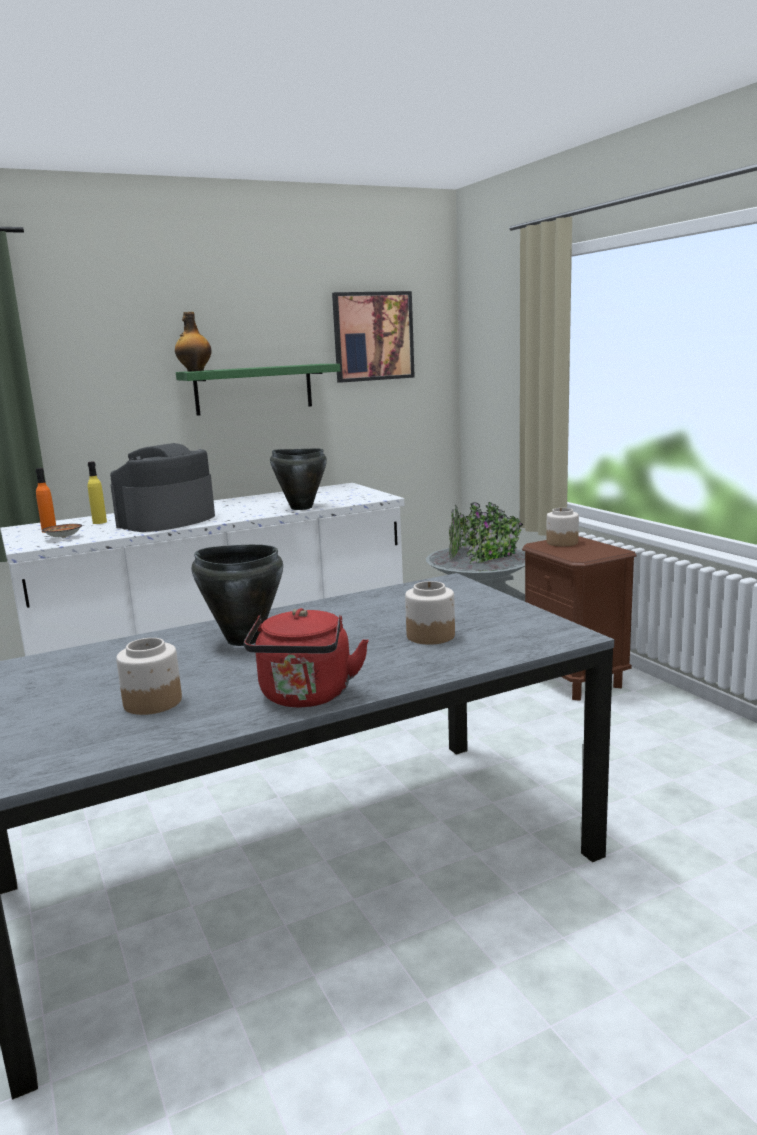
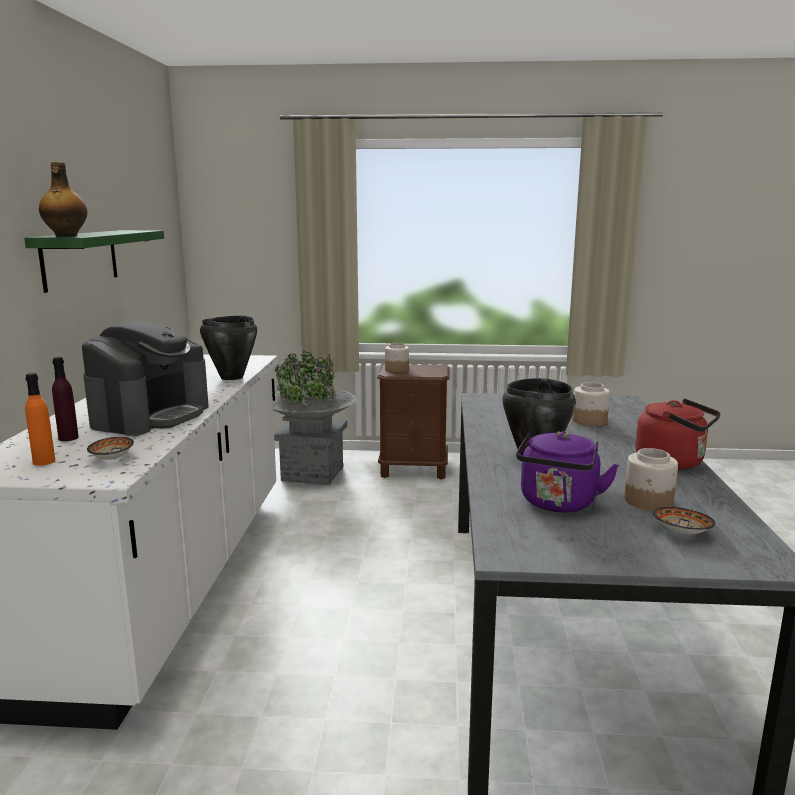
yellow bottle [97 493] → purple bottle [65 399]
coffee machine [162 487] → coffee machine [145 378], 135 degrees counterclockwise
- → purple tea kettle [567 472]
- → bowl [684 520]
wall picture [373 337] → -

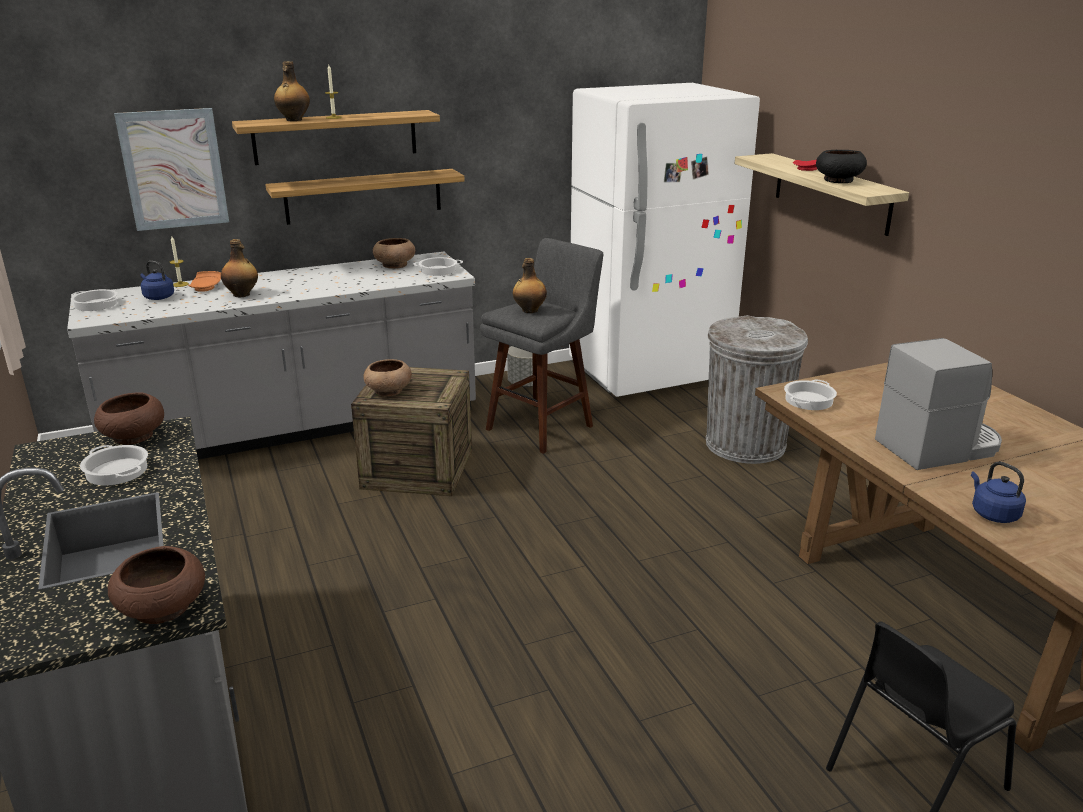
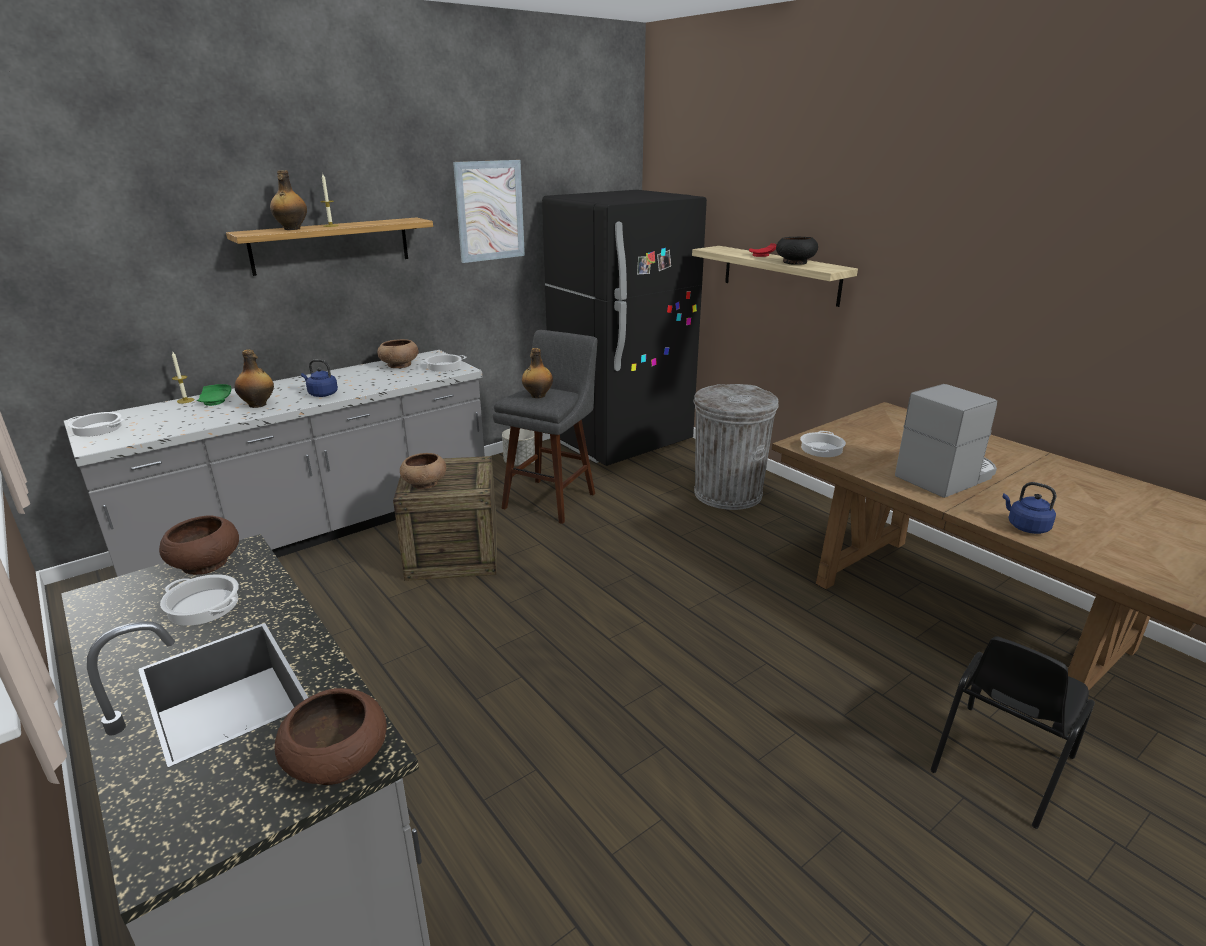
orangey plate [204 281] → green plate [214 395]
blue-coloured tea kettle [157 280] → blue-coloured tea kettle [319 378], relocated
wall picture [171 169] → wall picture [489 211], relocated
white refrigerator [664 240] → blackish refrigerator [624 328]
bracket shelf [365 197] → -

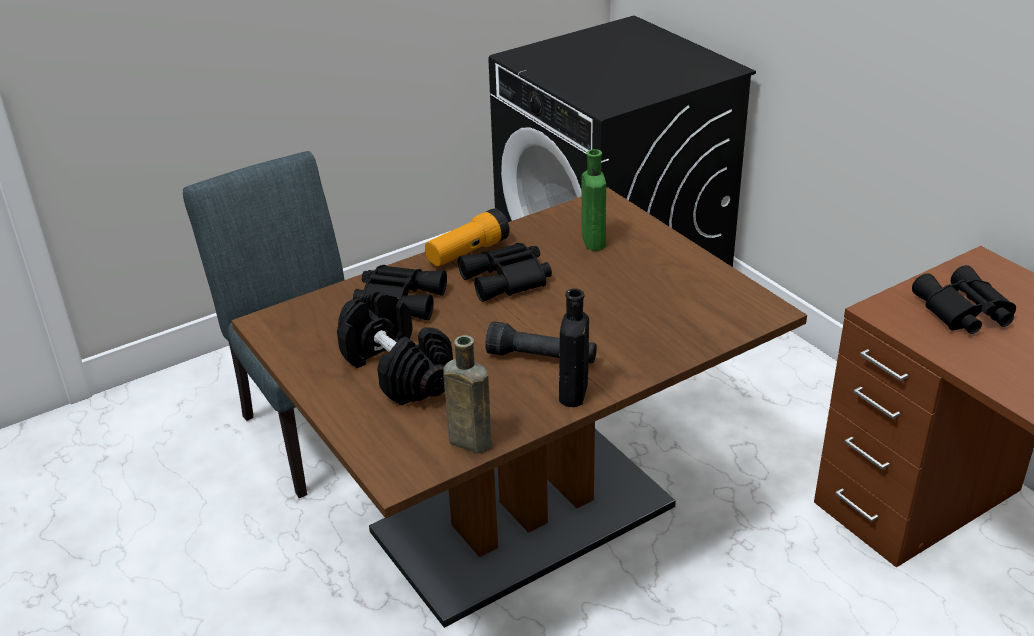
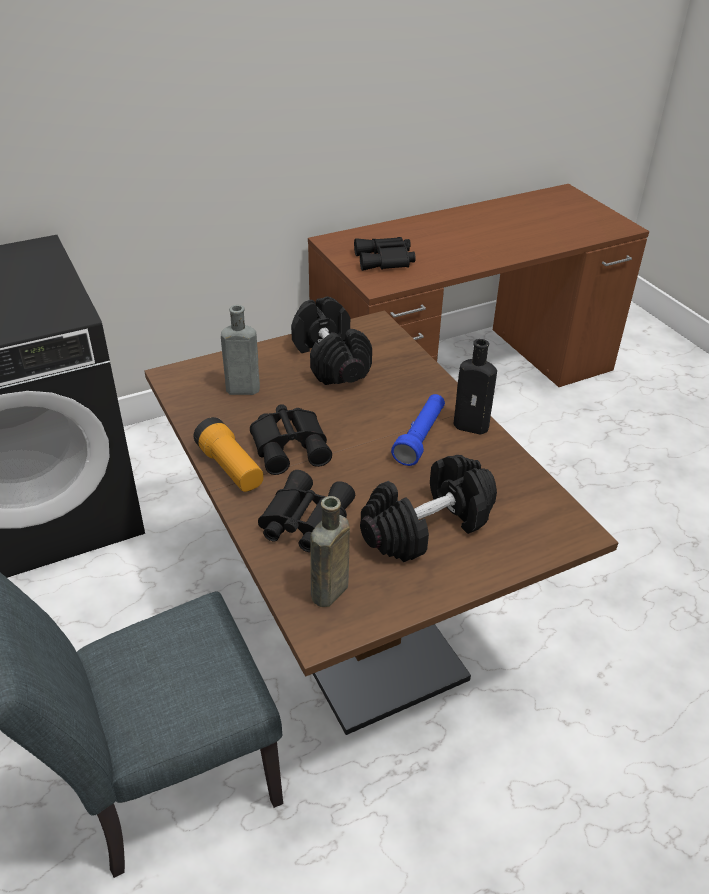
green bottle [593 200] → gray bottle [240 350]
- → blackish dumbbell [331 340]
brownish bottle [467 394] → brownish bottle [330 551], relocated
blackish torch [541 342] → blue-coloured torch [418 430]

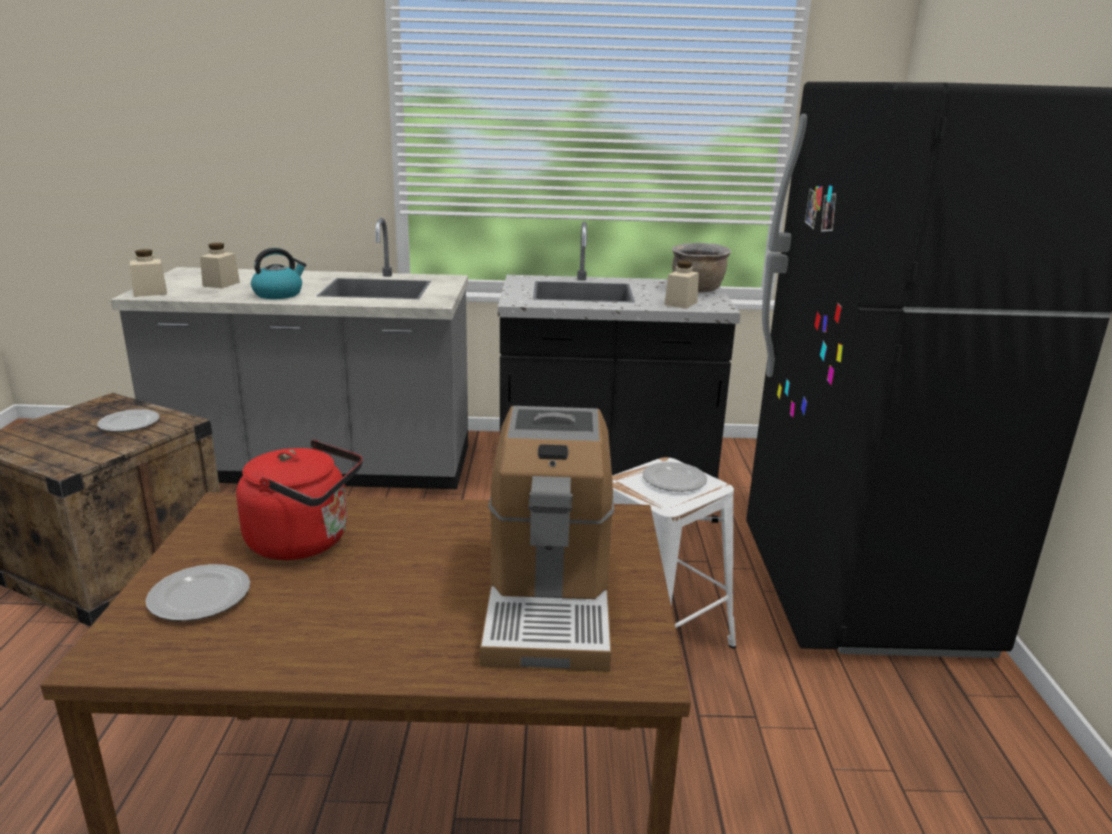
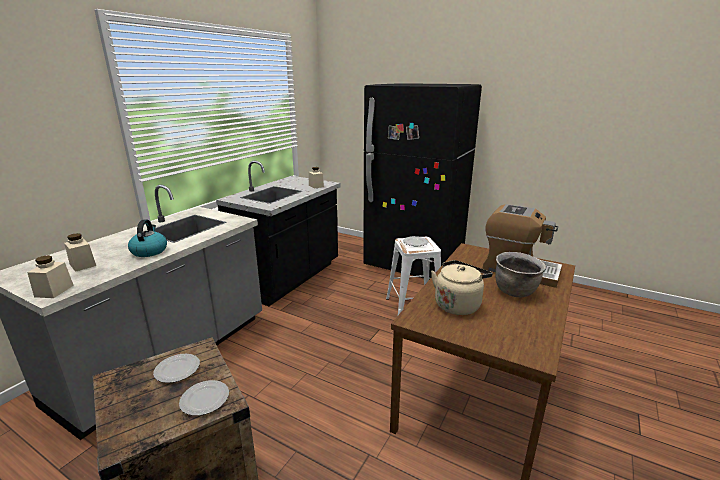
plate [198 592] → plate [204 398], relocated
reddish tea kettle [299 500] → beige-coloured tea kettle [462 287]
brownish stockpot [701 268] → brownish stockpot [520 274], relocated

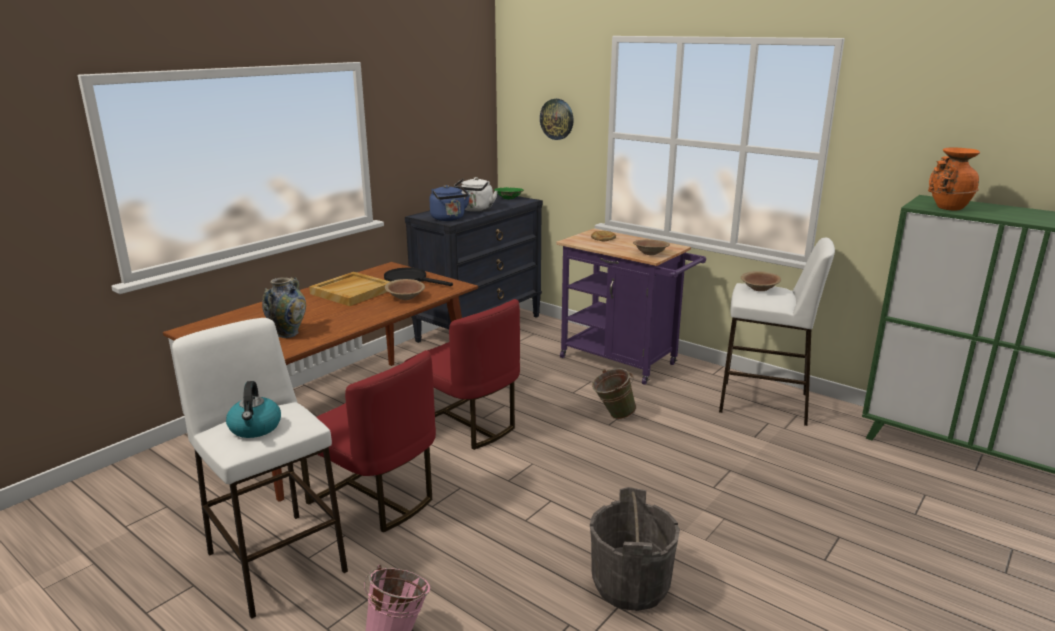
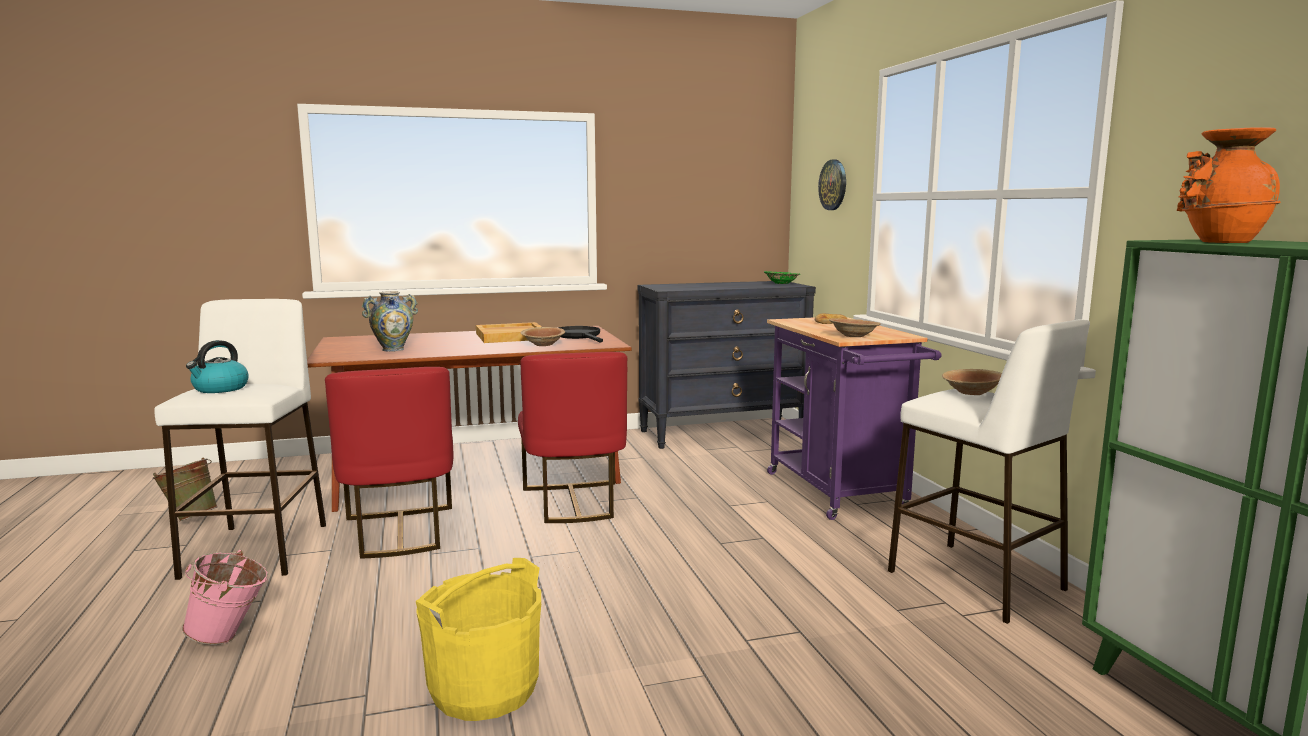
green water bucket [614 393] → green water bucket [185 489], relocated
gray water bucket [635 549] → yellow water bucket [478 639]
blue-coloured tea kettle [449 203] → -
white tea kettle [476 194] → -

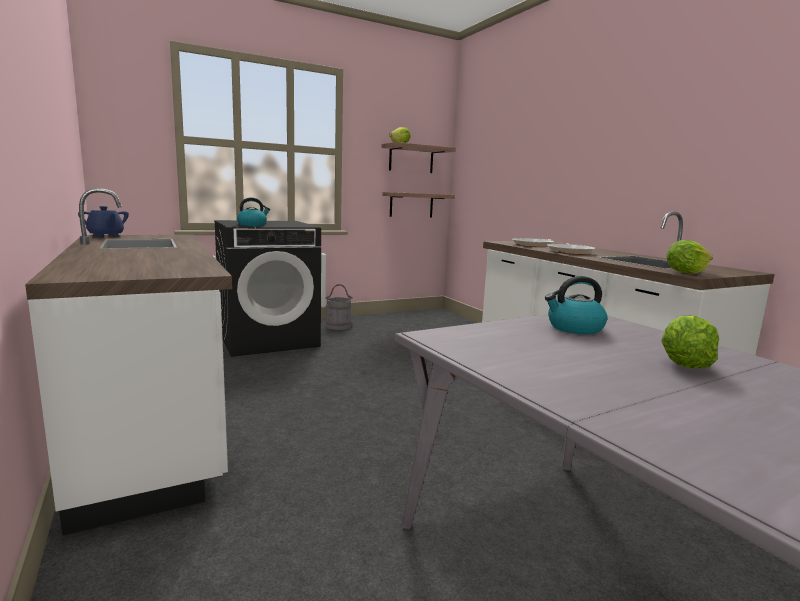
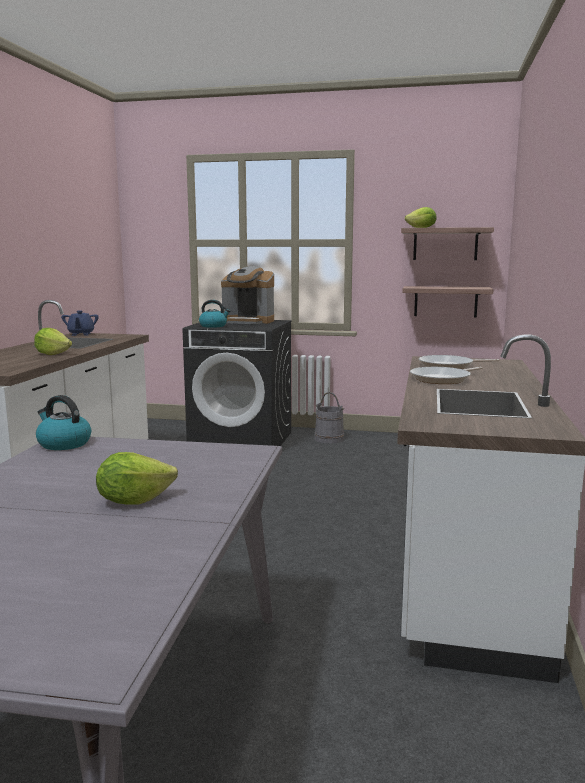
lettuce head [689 257] → lettuce head [53 341], relocated
tea kettle [576 305] → tea kettle [63 422], relocated
- → coffee machine [247 295]

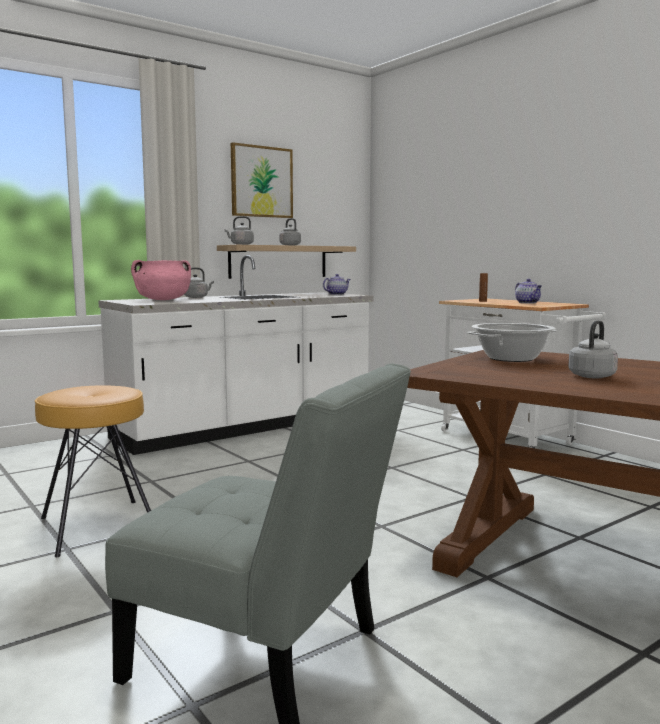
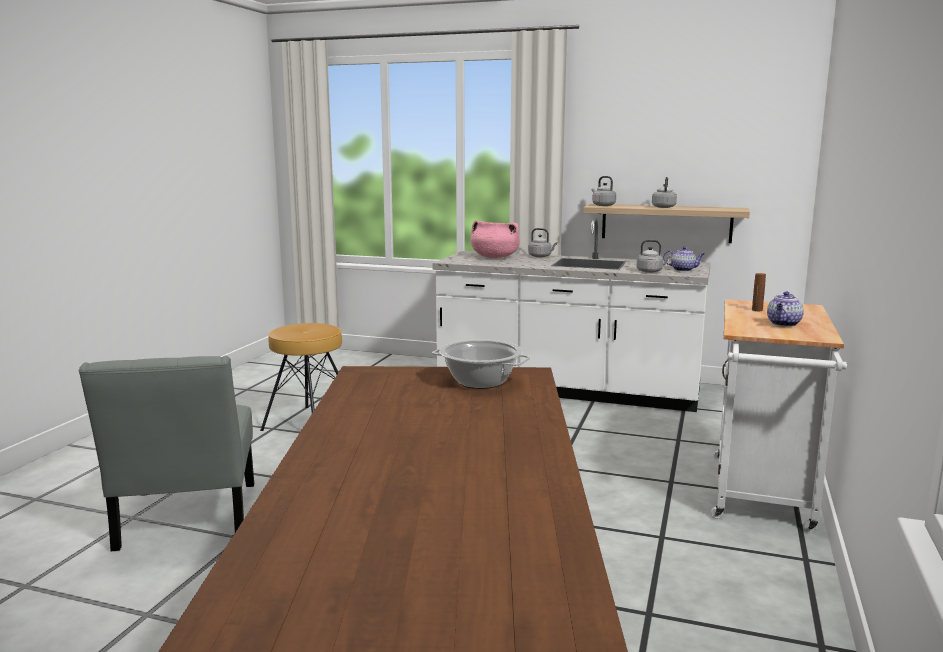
gray tea kettle [593 349] → gray tea kettle [654 256], relocated
wall picture [262 180] → -

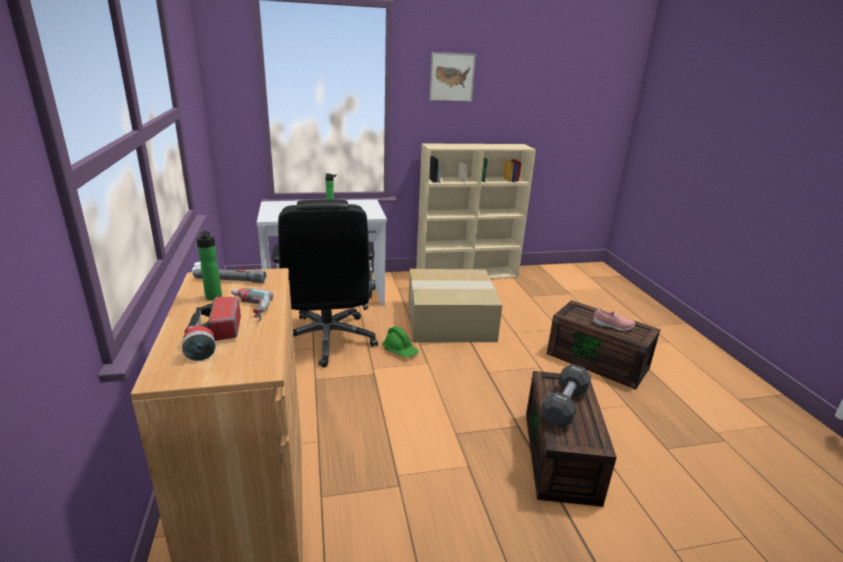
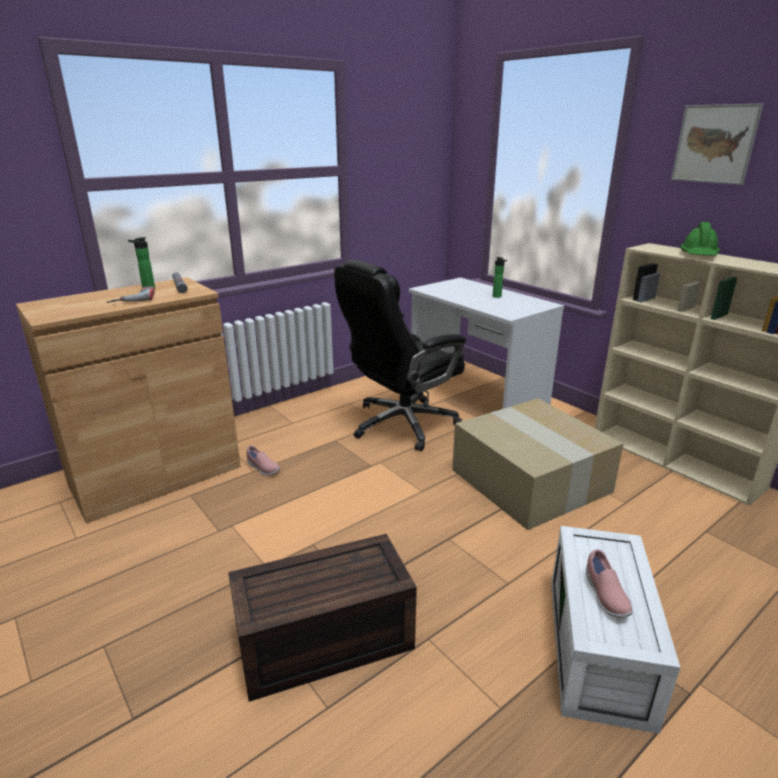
- → pink shoe [263 461]
brownish storage bin [604 344] → white storage bin [615 630]
green safety helmet [400 342] → green safety helmet [700 239], relocated
torch [211 329] → -
blackish dumbbell [566 396] → -

